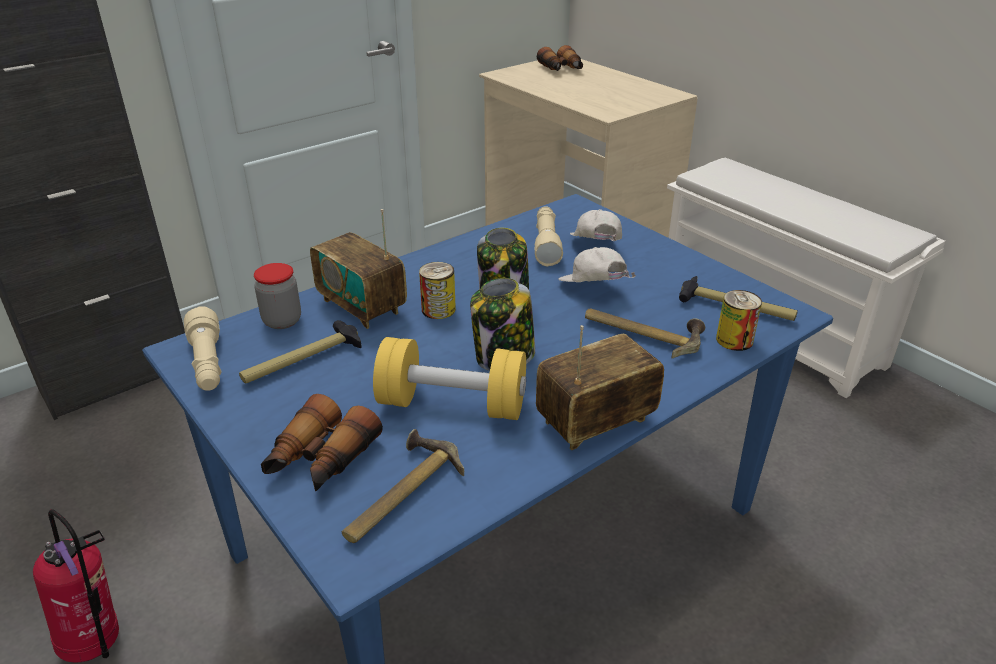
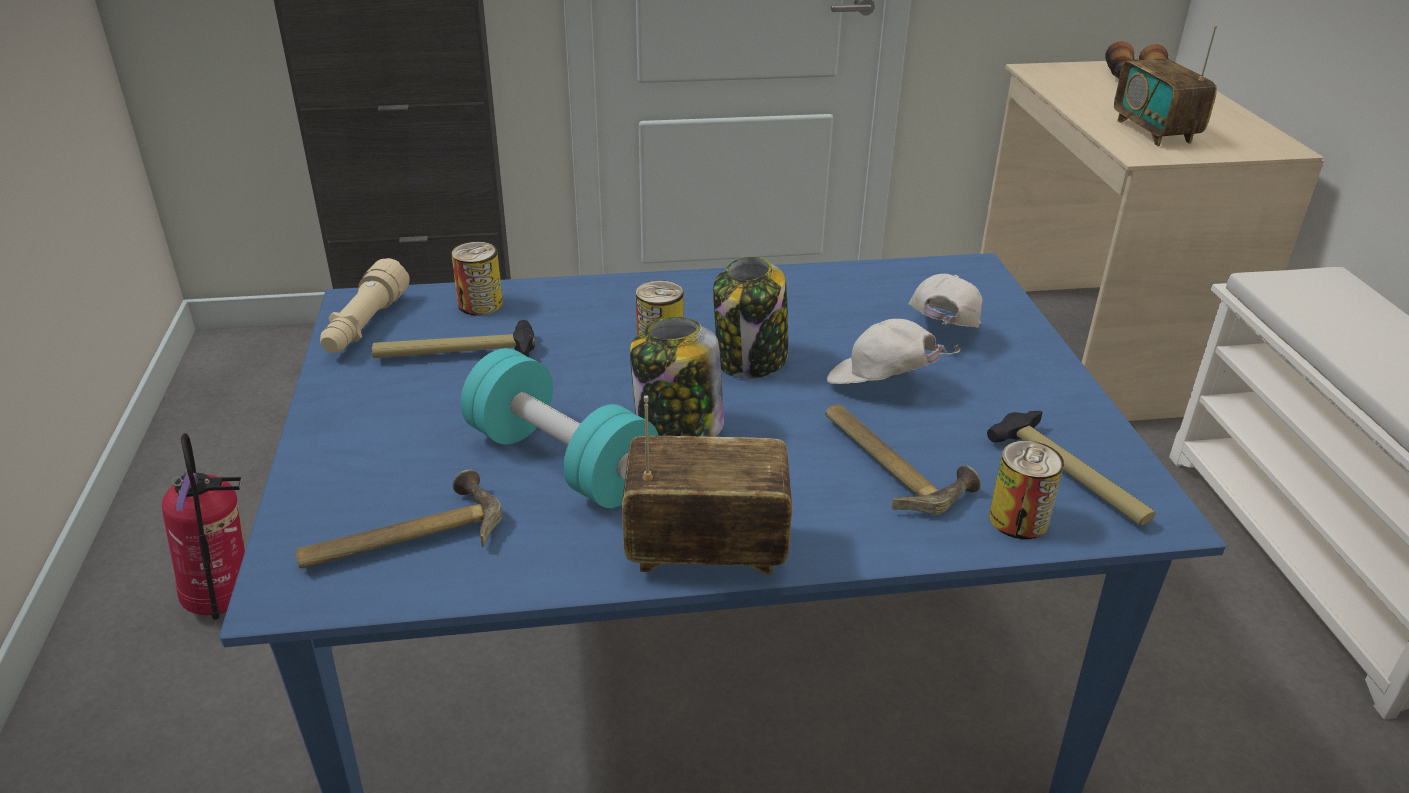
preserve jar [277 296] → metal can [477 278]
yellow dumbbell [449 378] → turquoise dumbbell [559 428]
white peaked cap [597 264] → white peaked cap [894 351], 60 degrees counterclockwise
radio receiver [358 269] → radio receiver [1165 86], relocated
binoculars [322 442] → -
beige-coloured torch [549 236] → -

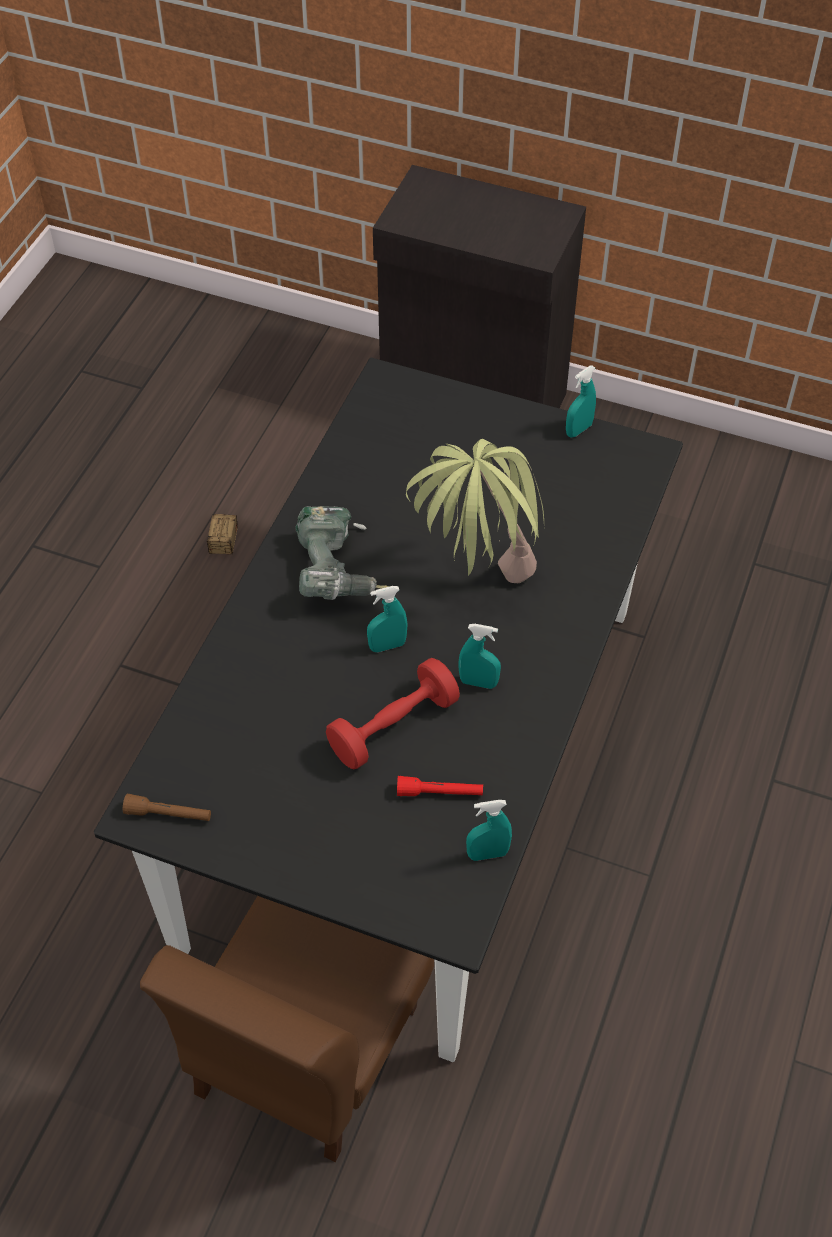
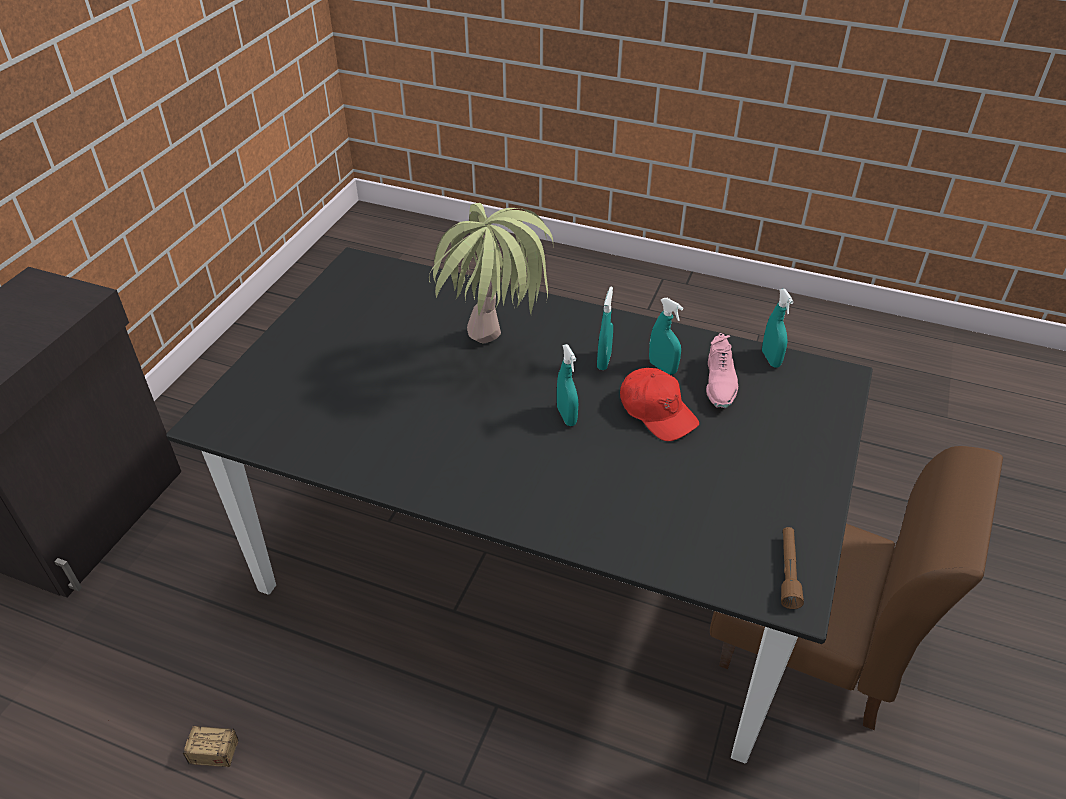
reddish dumbbell [393 713] → reddish peaked cap [659 404]
turquoise hand sprayer [581 401] → turquoise hand sprayer [666 336], relocated
reddish torch [440 786] → pink shoe [722 370]
electric drill [342 553] → -

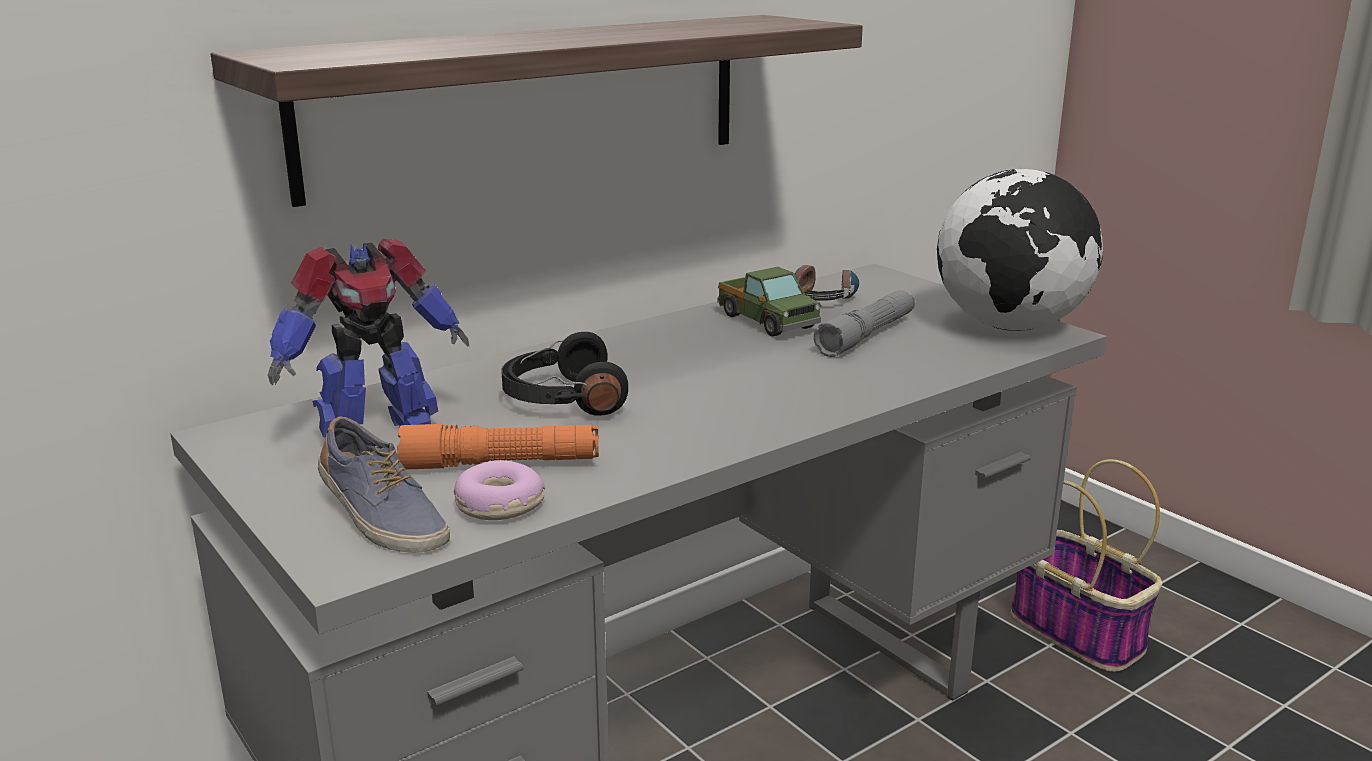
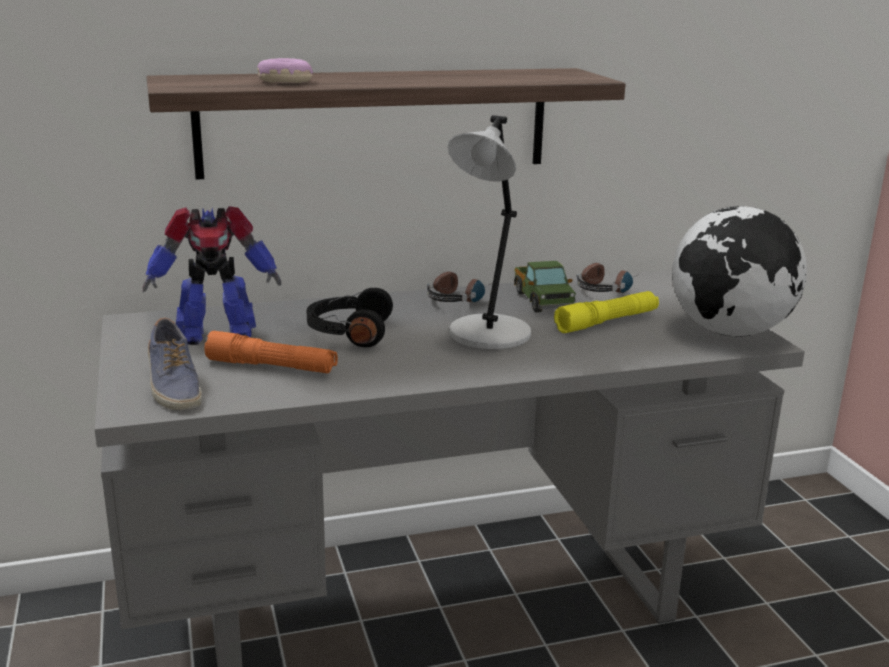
ring doughnut [499 490] → ring doughnut [285 70], relocated
- → pair of headphones [459 287]
- → gray table lamp [489 232]
gray torch [864 323] → yellow torch [606 312]
household basket [1086 565] → -

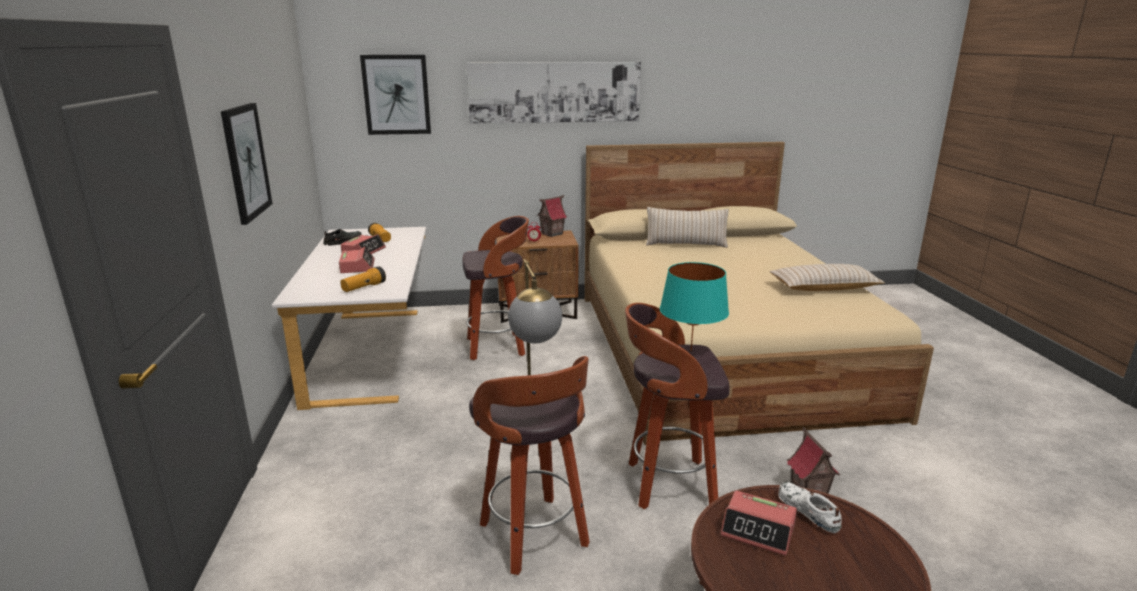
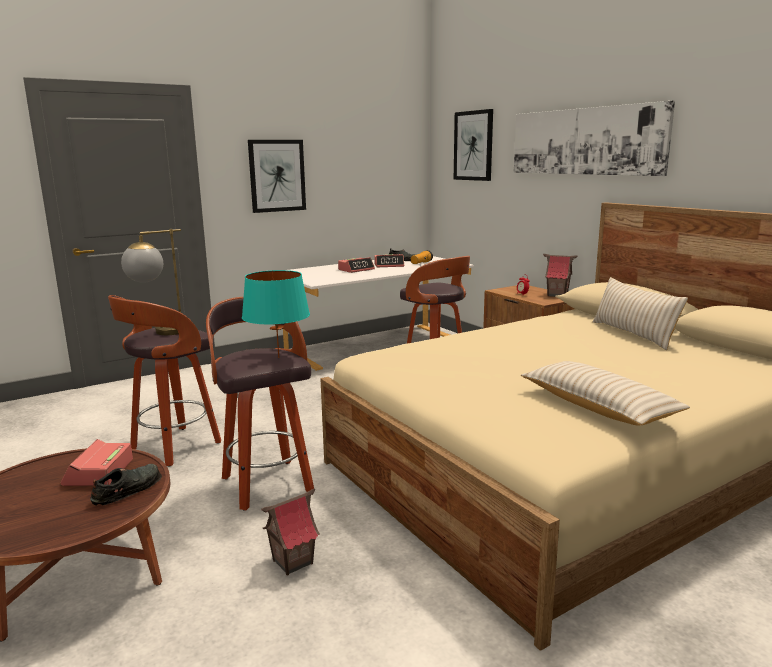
white shoe [810 507] → blackish shoe [126 485]
torch [363 279] → -

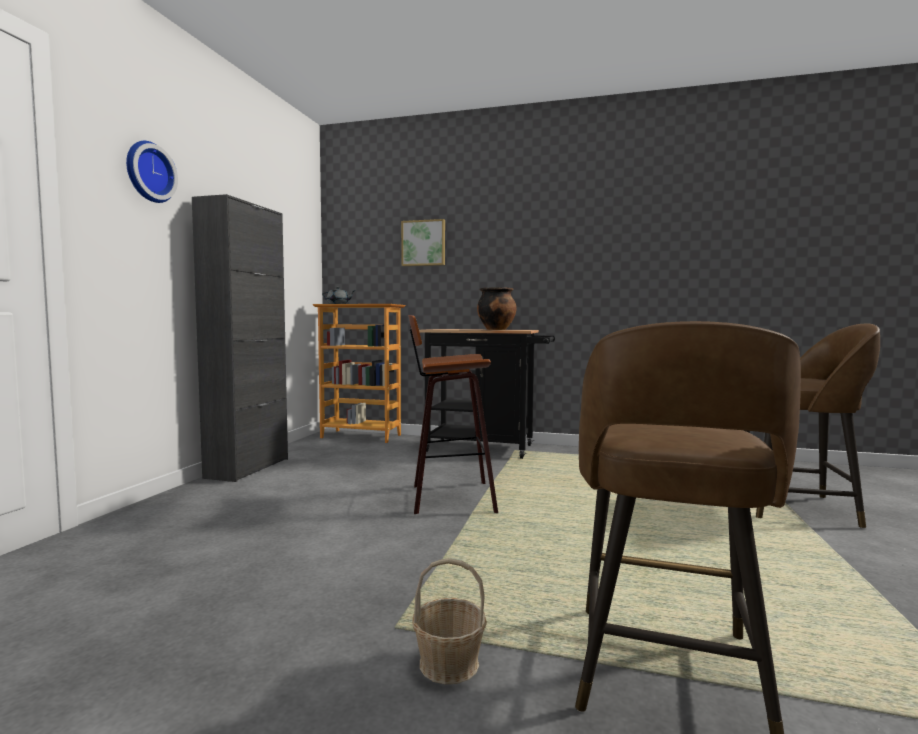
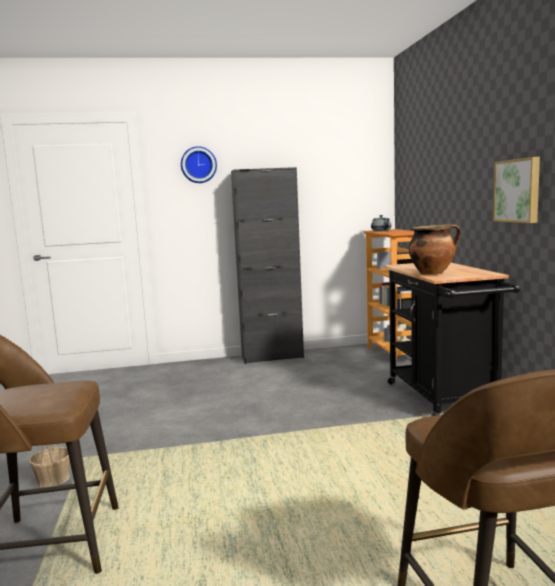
wall picture [423 242] → wall picture [516 190], relocated
stool [453 414] → -

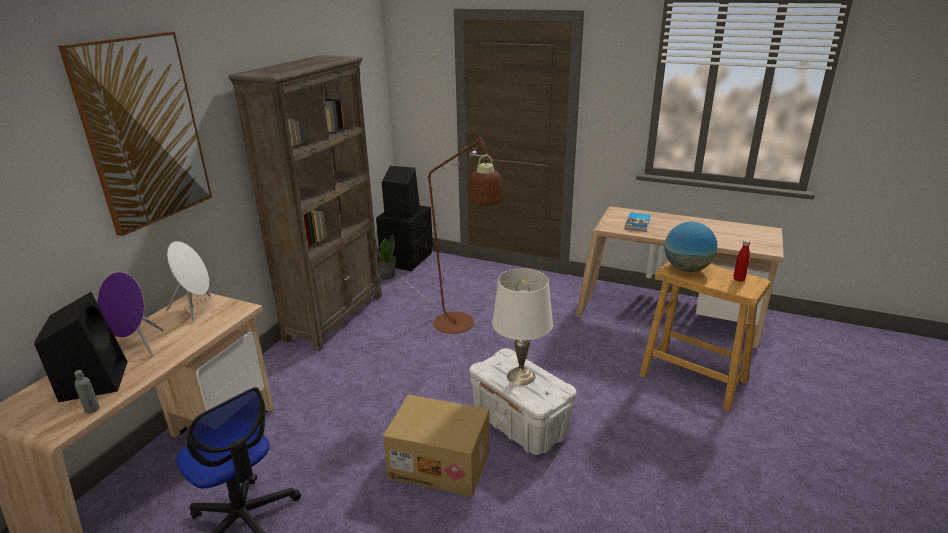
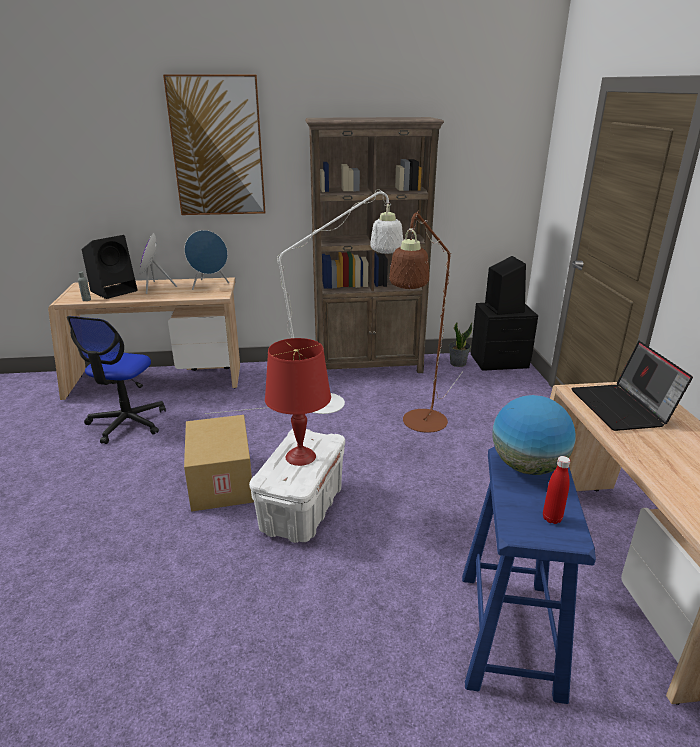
white audio speaker [188 281] → blue-coloured audio speaker [206 260]
- → white floor lamp [303 301]
white table lamp [522 327] → reddish table lamp [298 402]
beige-coloured stool [705 336] → blue-coloured stool [529 575]
bound book [638 222] → notebook computer [632 386]

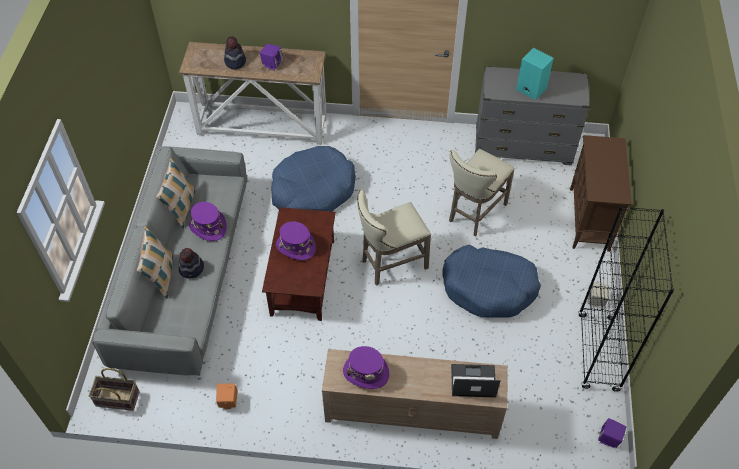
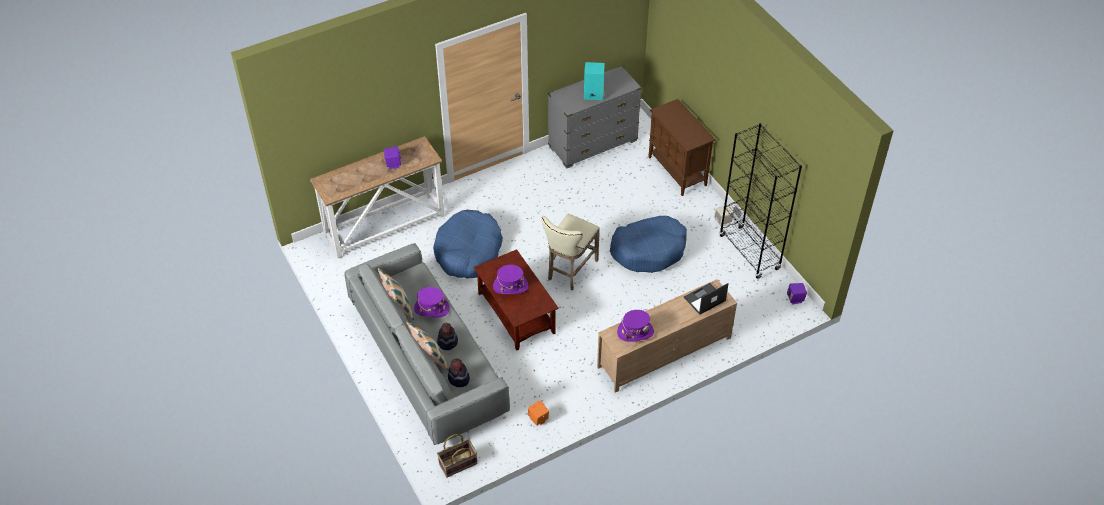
clothing hat [235 53] → clothing hat [459 373], relocated
beige-coloured stool [482 192] → -

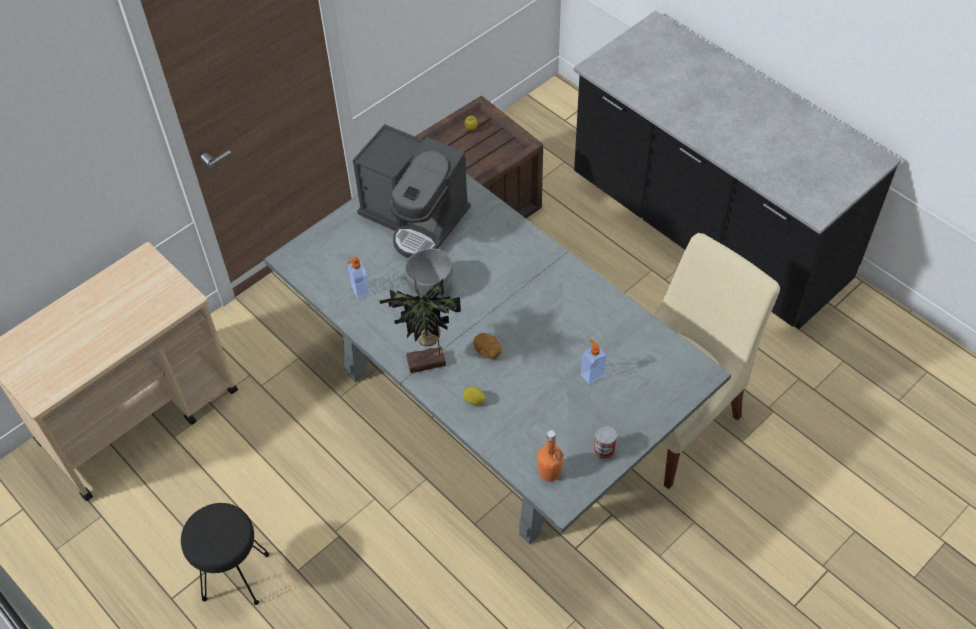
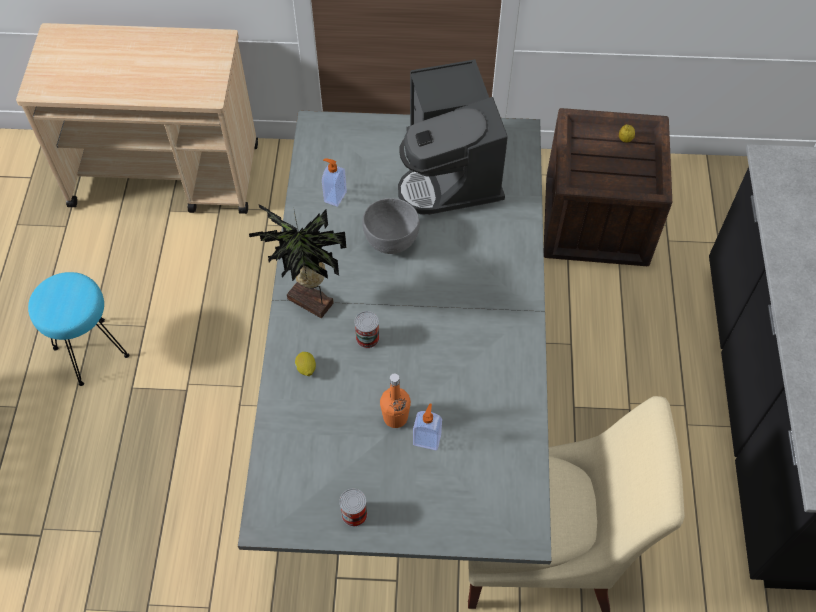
blackish stool [225 554] → turquoise stool [78 329]
potato [487 346] → metal can [367 329]
orangey bottle [550 455] → orangey bottle [395 400], relocated

